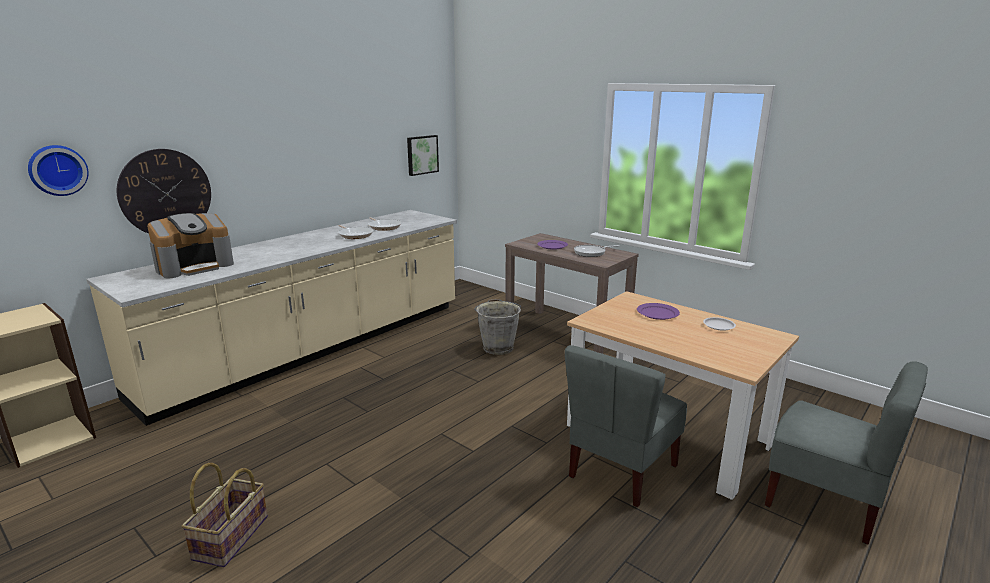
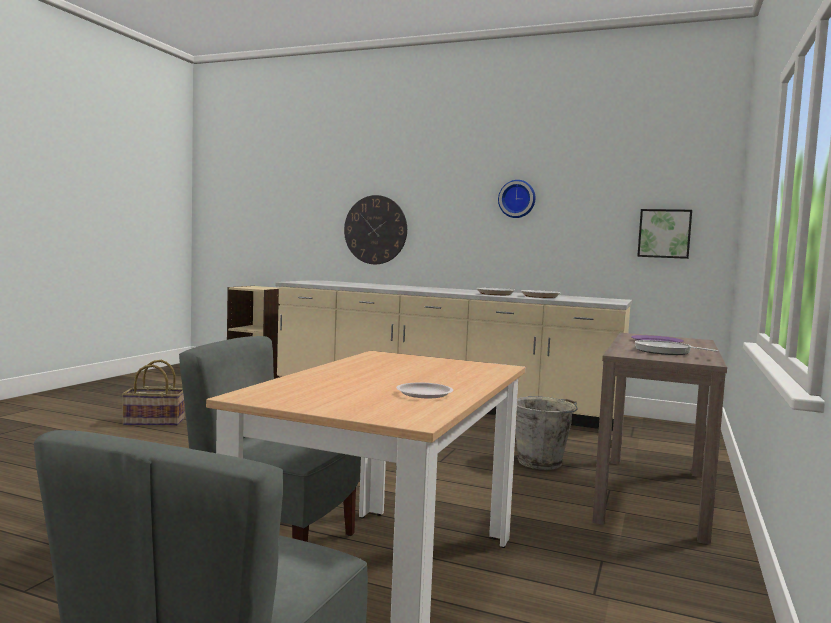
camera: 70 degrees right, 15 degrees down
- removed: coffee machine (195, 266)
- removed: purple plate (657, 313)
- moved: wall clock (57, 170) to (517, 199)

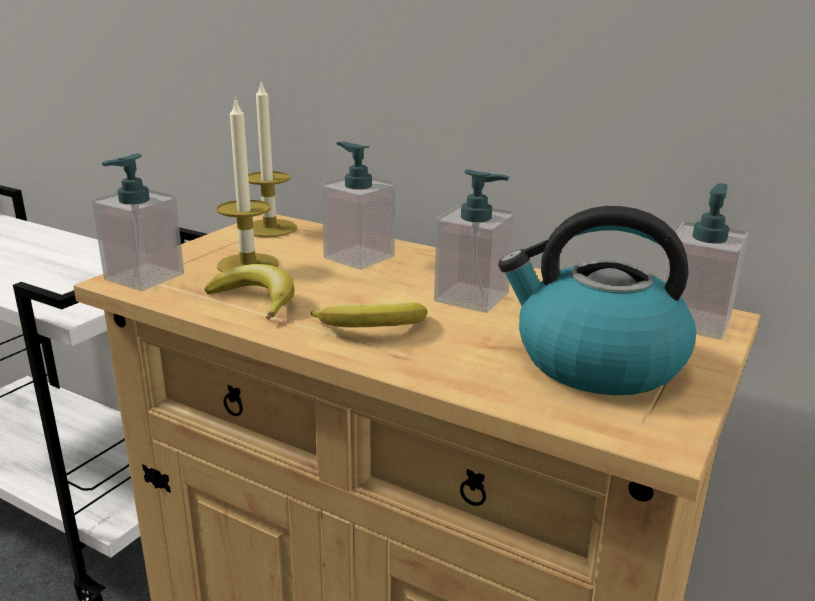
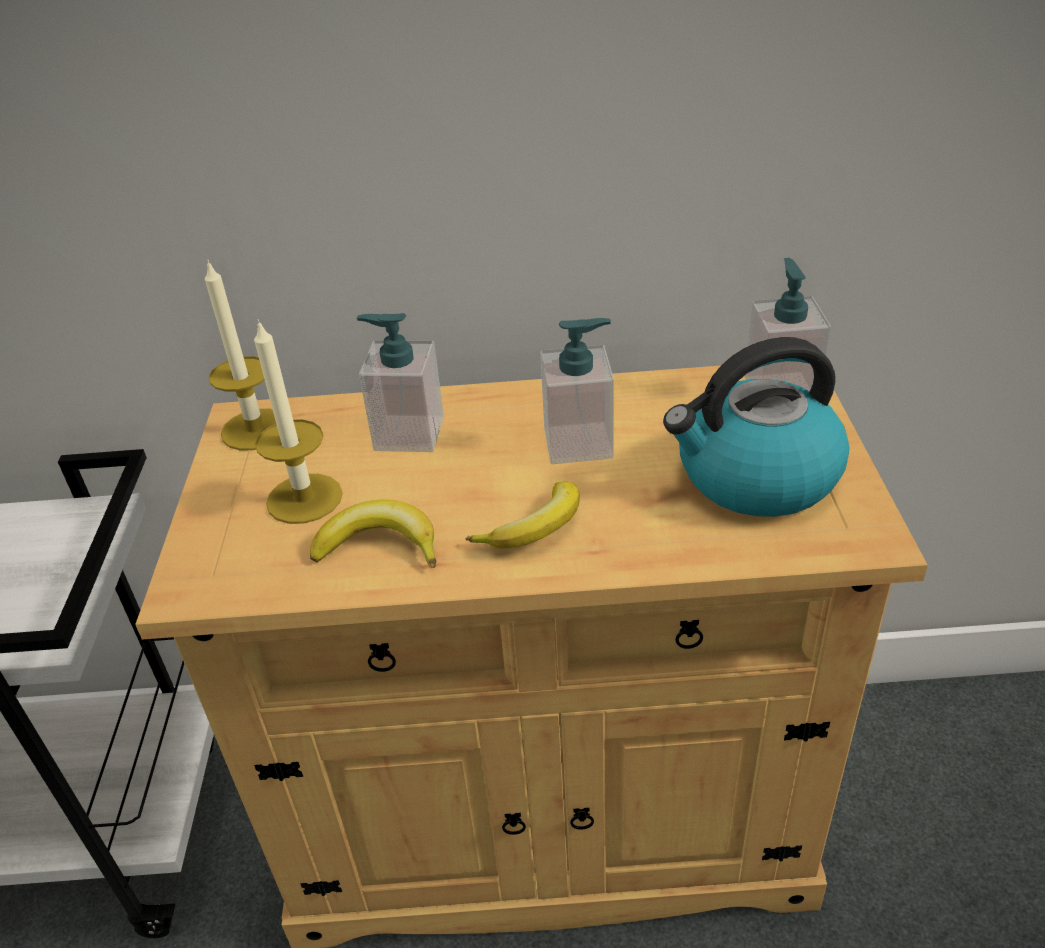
camera: 30 degrees left, 15 degrees up
- removed: soap dispenser (144, 277)

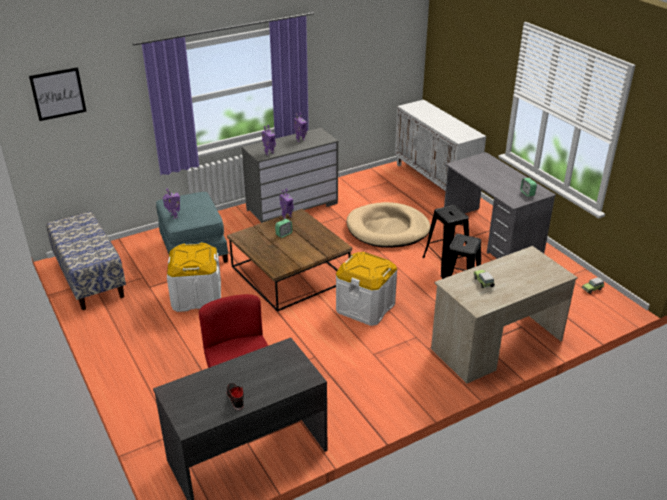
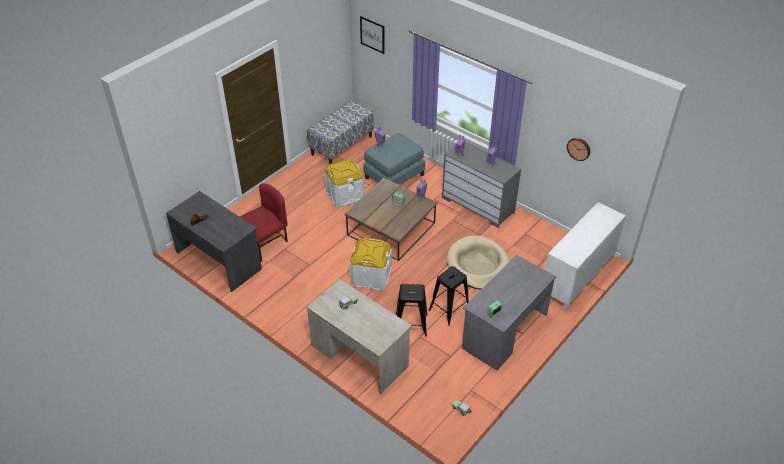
camera: 70 degrees right, 10 degrees up
- added: wall clock (579, 148)

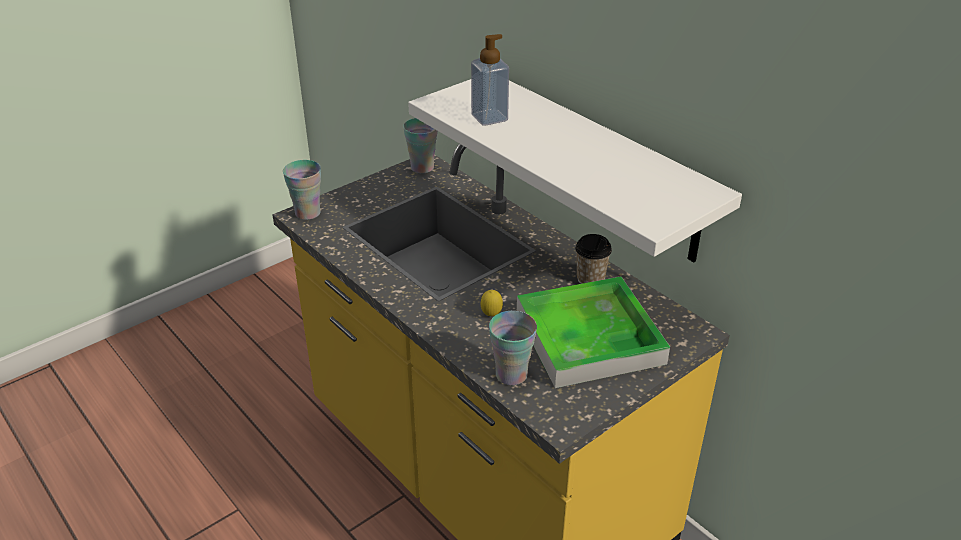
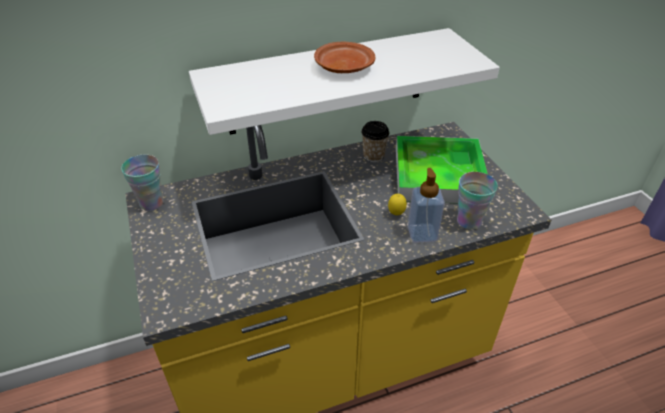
camera: 70 degrees left, 5 degrees up
- removed: cup (307, 213)
- added: brown plate (343, 67)
- moved: soap dispenser (489, 118) to (422, 233)

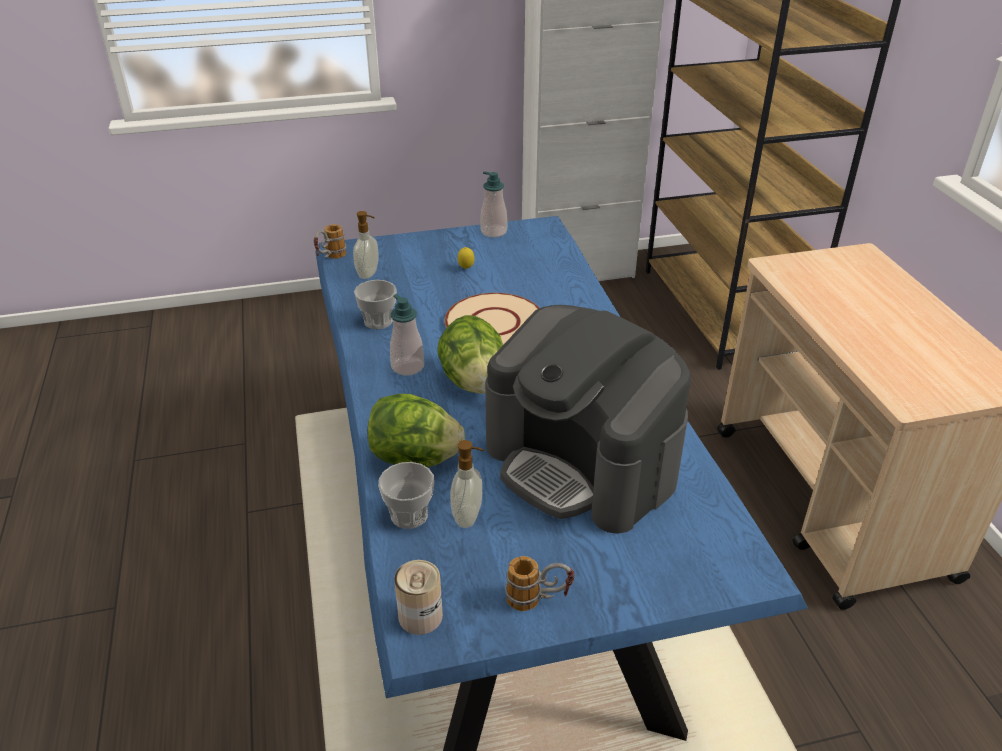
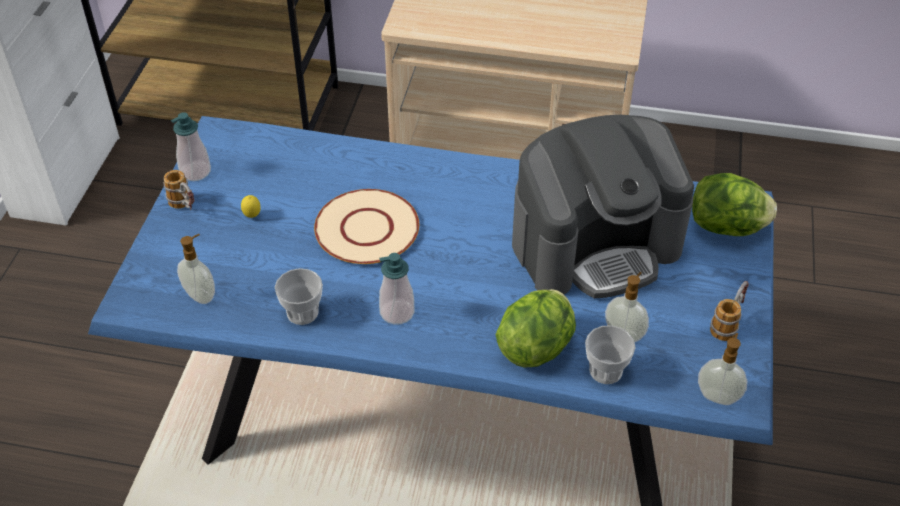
camera: 65 degrees left, 10 degrees up
- moved: mug (330, 258) to (185, 207)
- moved: lettuce (473, 381) to (727, 227)
- replaced: can (420, 616) to soap dispenser (718, 396)

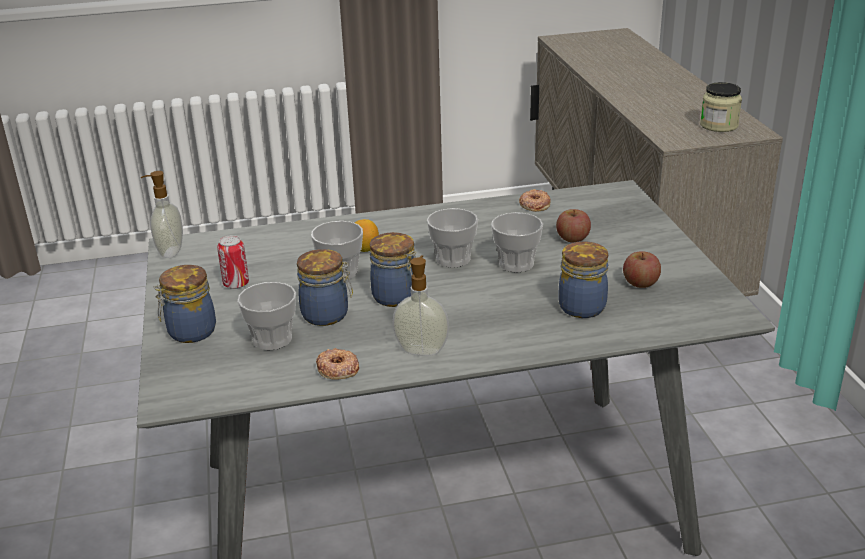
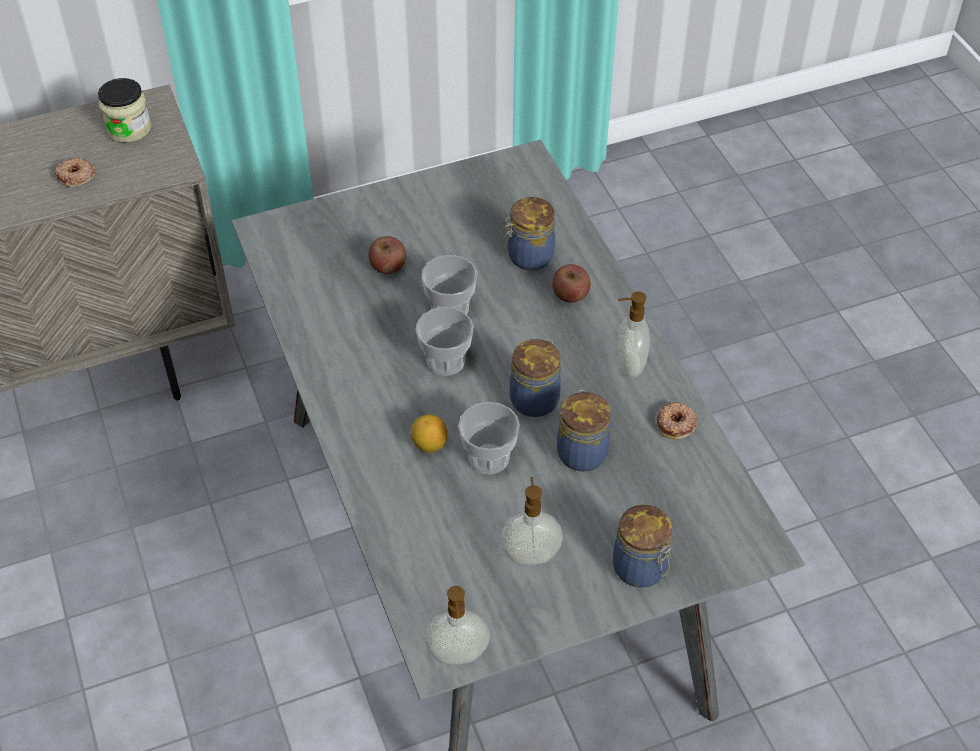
camera: 100 degrees left, 20 degrees up
- removed: cup (272, 339)
- moved: donut (534, 204) to (76, 176)
- moved: apple (640, 283) to (570, 294)
- replaced: can (236, 284) to soap dispenser (530, 554)

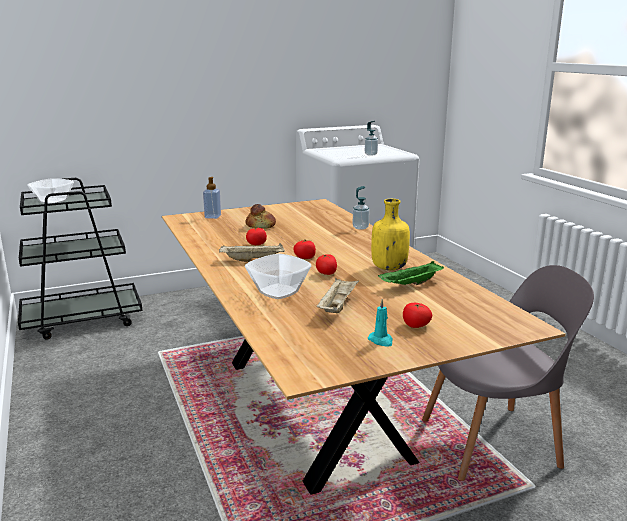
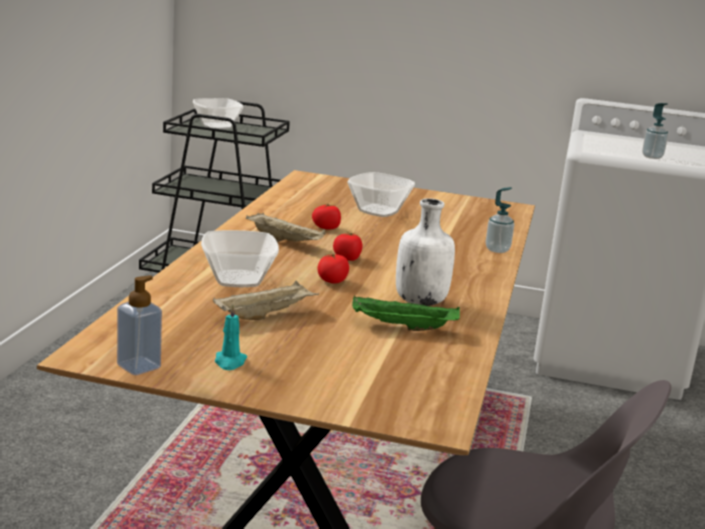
camera: 35 degrees right, 0 degrees up
- removed: tomato (415, 325)
- moved: soap dispenser (212, 217) to (138, 367)
- replaced: bread (261, 225) to bowl (378, 211)
- recoloured: yellow bottle (388, 268) to white bottle (420, 301)

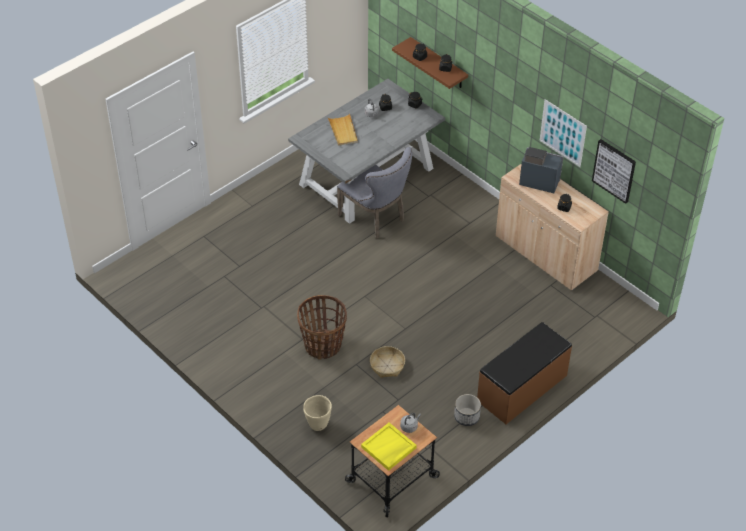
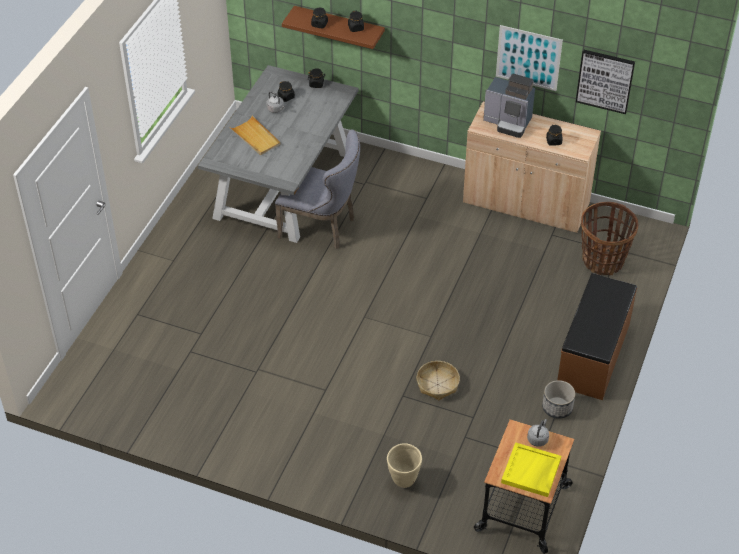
camera: 25 degrees left, 0 degrees up
- moved: basket (323, 345) to (603, 260)
- turned: coffee machine (538, 181) = (508, 122) 150 degrees counterclockwise

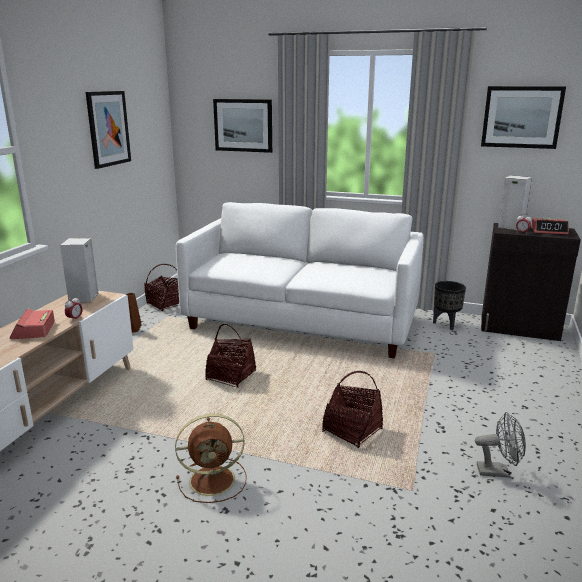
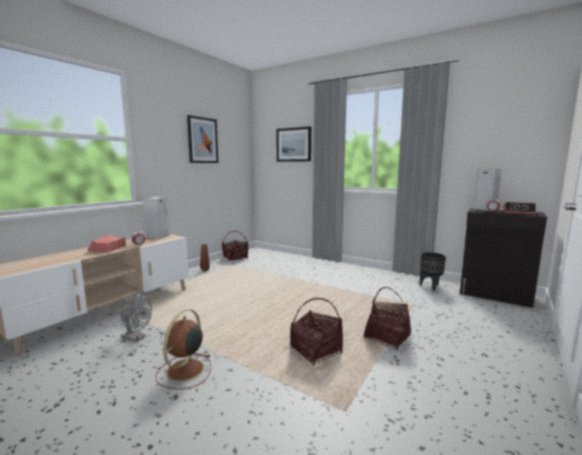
camera: 15 degrees right, 10 degrees down
- removed: white sofa (302, 322)
- removed: picture (521, 117)
- moved: basket (231, 375) to (387, 337)
- moved: grey fan (498, 471) to (136, 338)
- turned: brown fan (214, 480) = (184, 371) 105 degrees clockwise

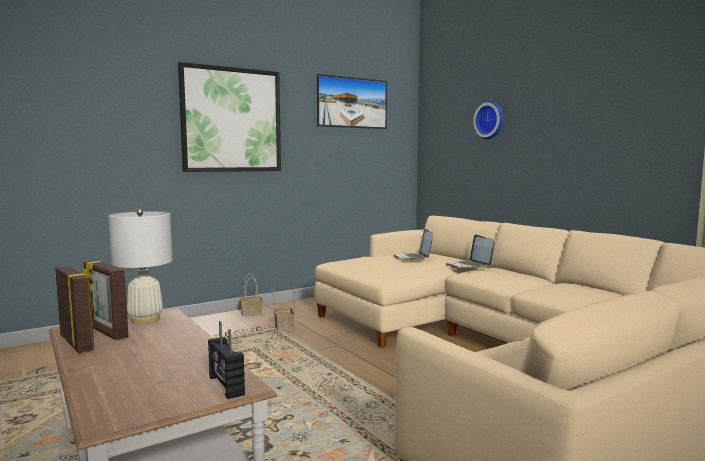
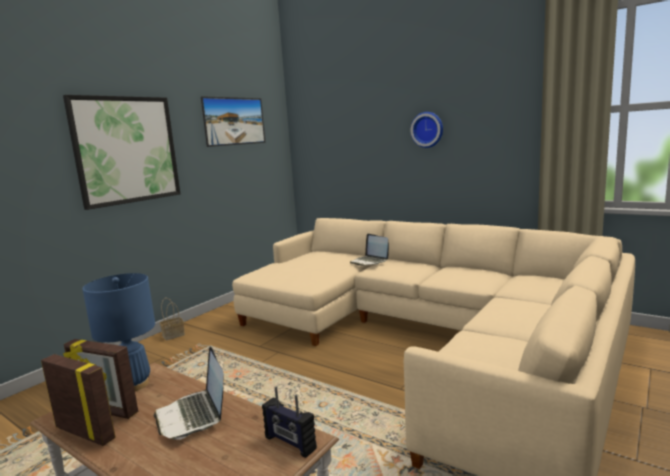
camera: 20 degrees left, 5 degrees up
- removed: basket (284, 327)
- moved: laptop (413, 258) to (193, 415)
- moved: wall clock (490, 120) to (427, 129)
- recoloured: white table lamp (145, 320) to blue table lamp (134, 385)

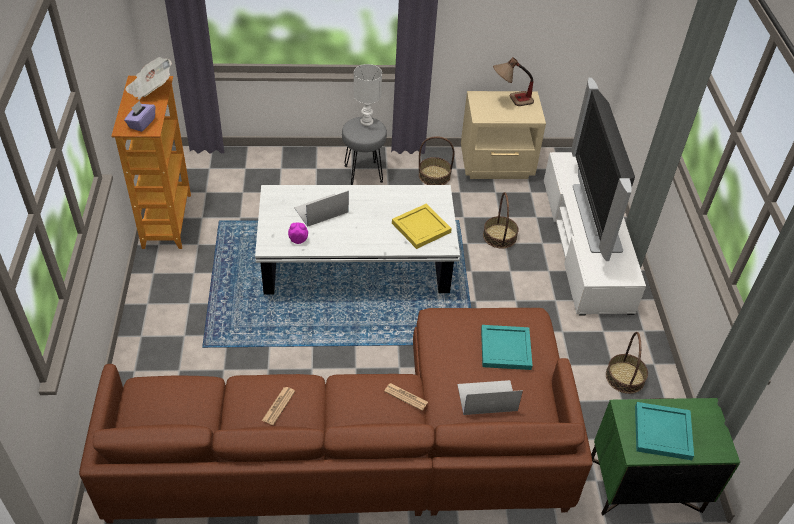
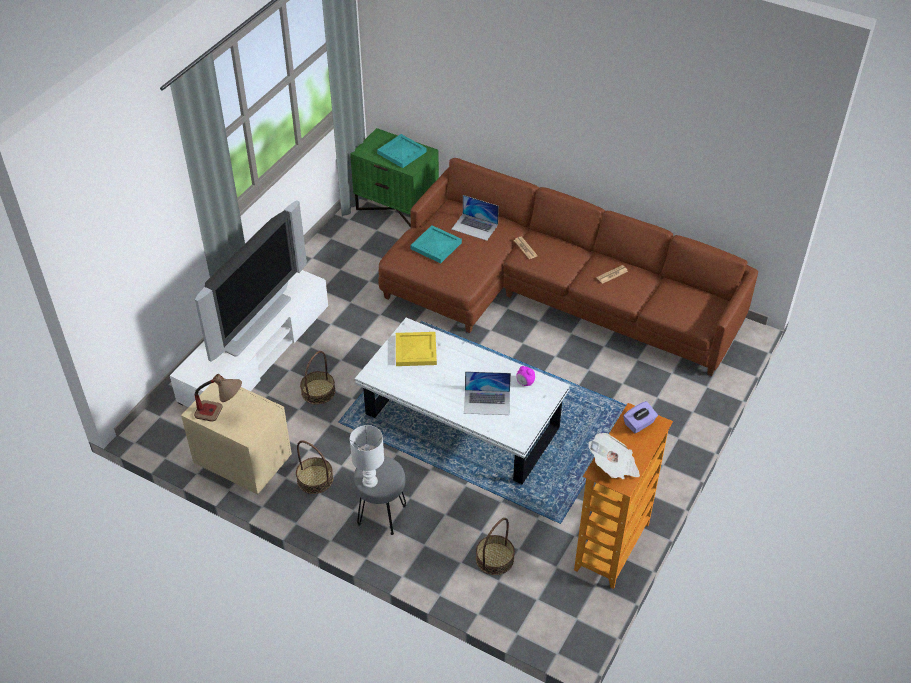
camera: 145 degrees left, 0 degrees up
- moved: basket (624, 377) to (495, 558)

